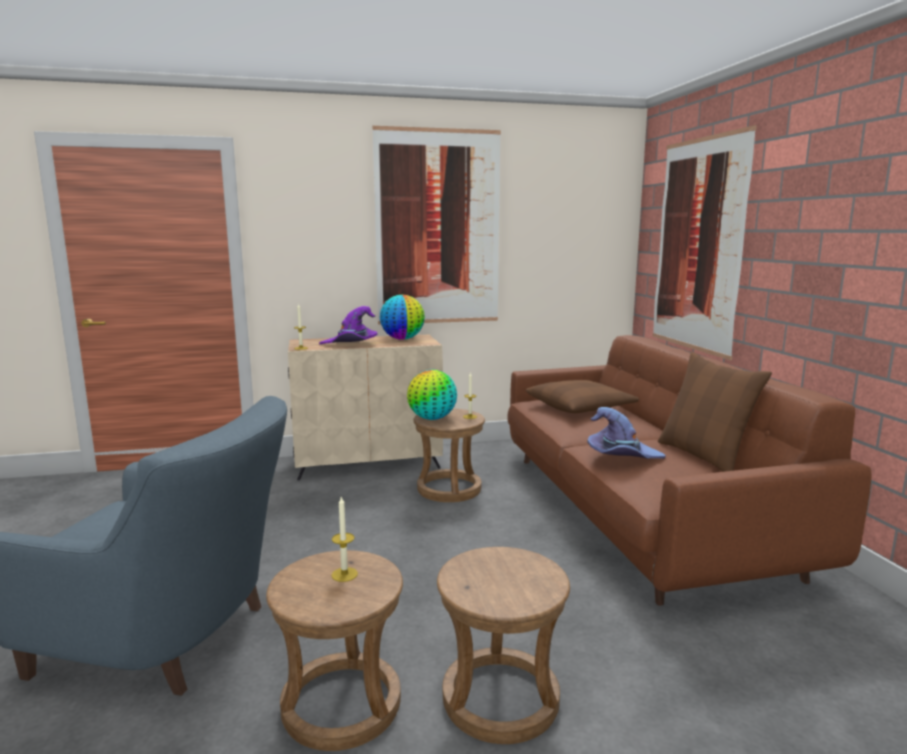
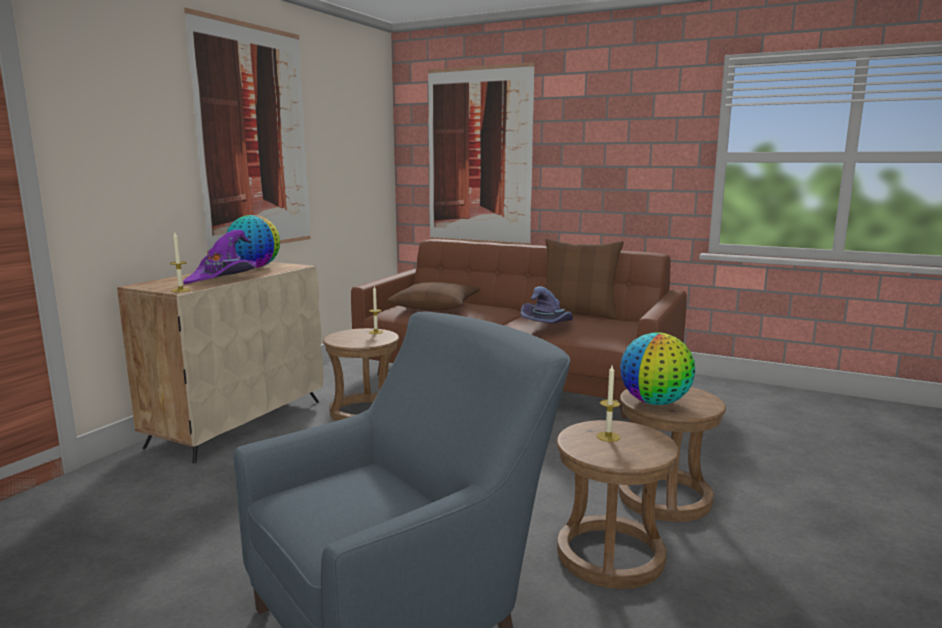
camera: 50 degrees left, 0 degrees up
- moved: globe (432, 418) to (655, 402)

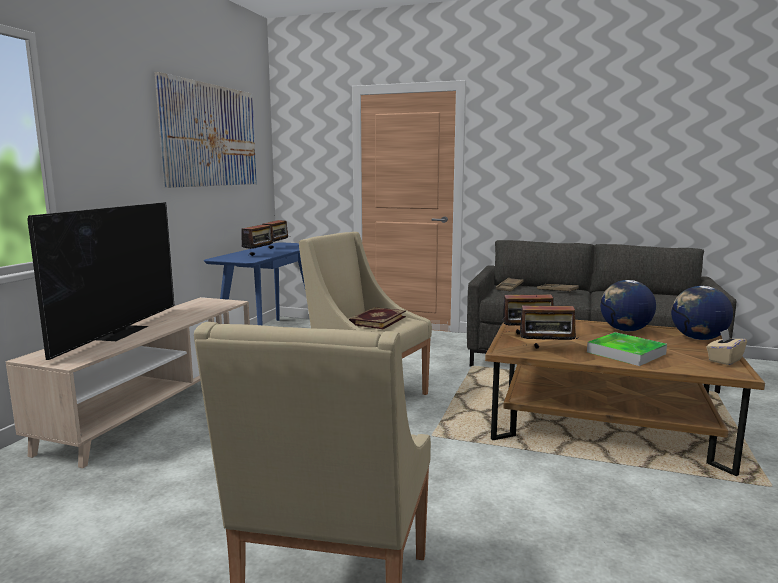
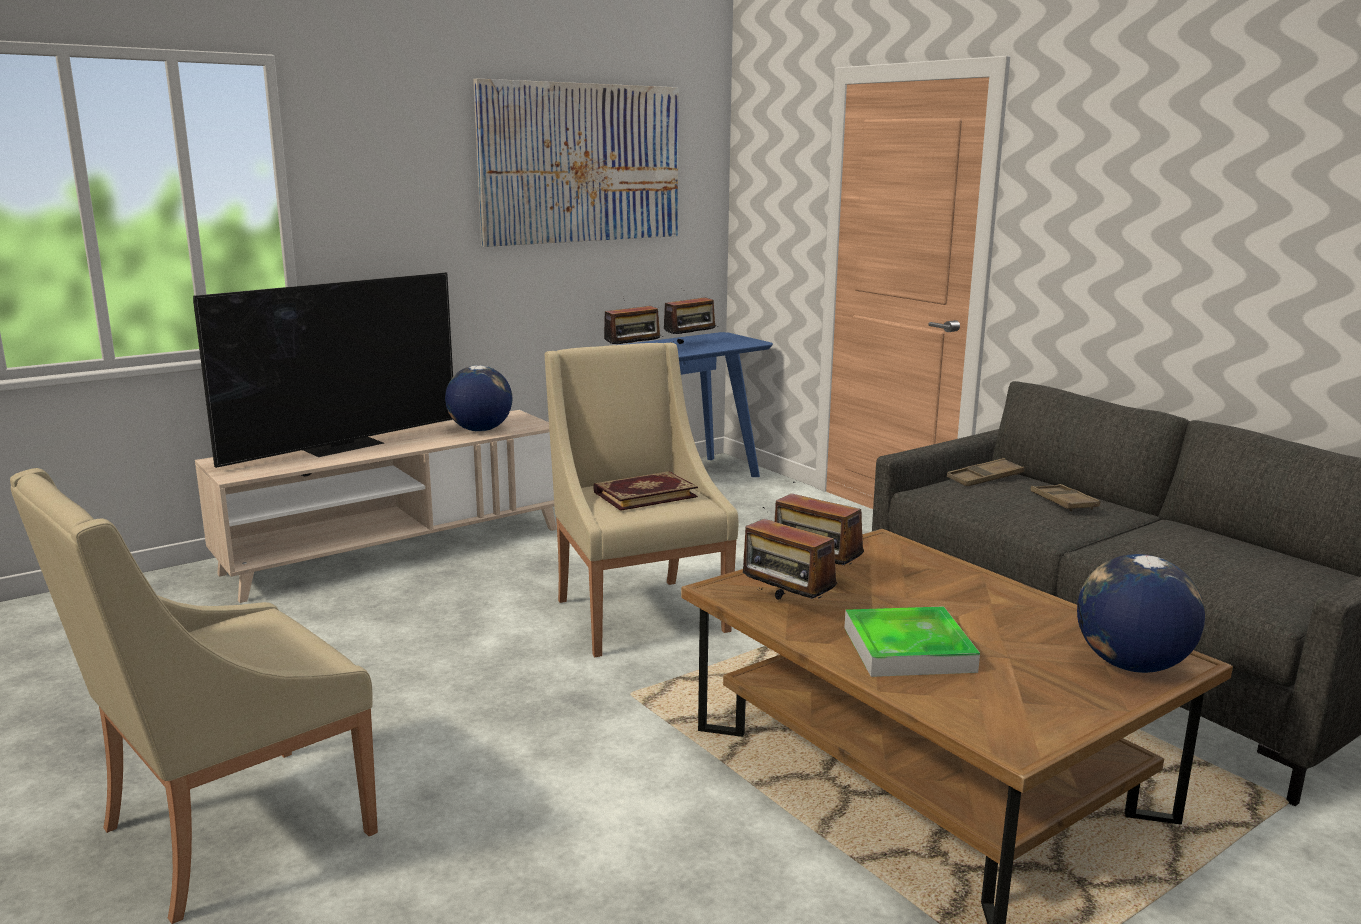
camera: 35 degrees right, 5 degrees up
- removed: beige tissue box (724, 360)
- moved: globe (625, 330) to (480, 430)

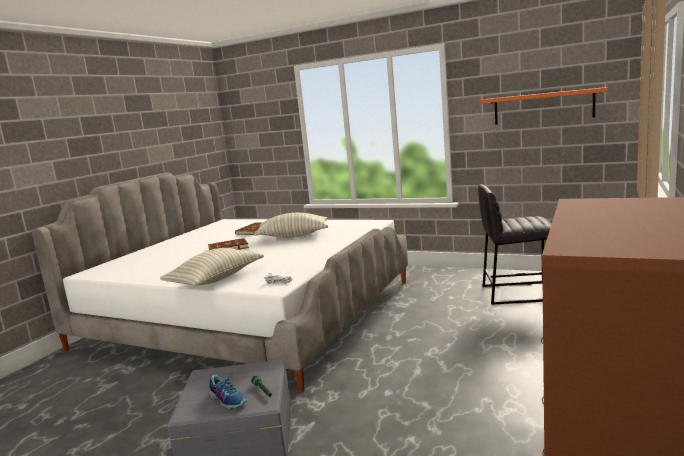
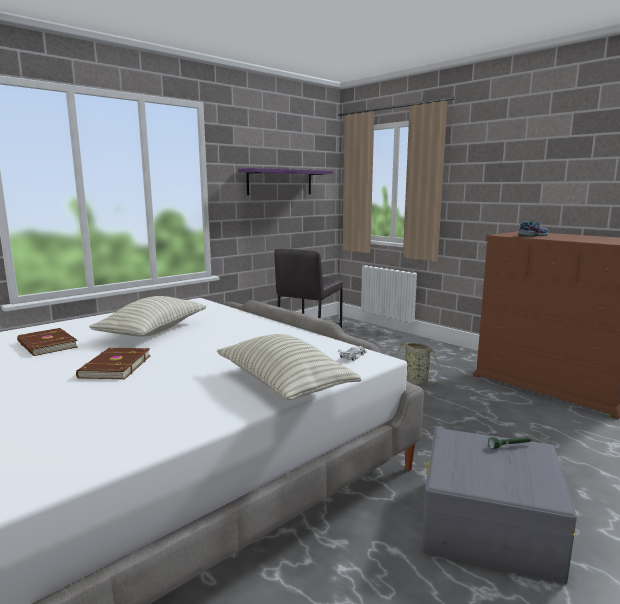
camera: 70 degrees left, 0 degrees up
- added: basket (417, 382)
- moved: shoe (228, 399) to (533, 235)
- recoloured: orange shelf (543, 107) to purple shelf (280, 182)

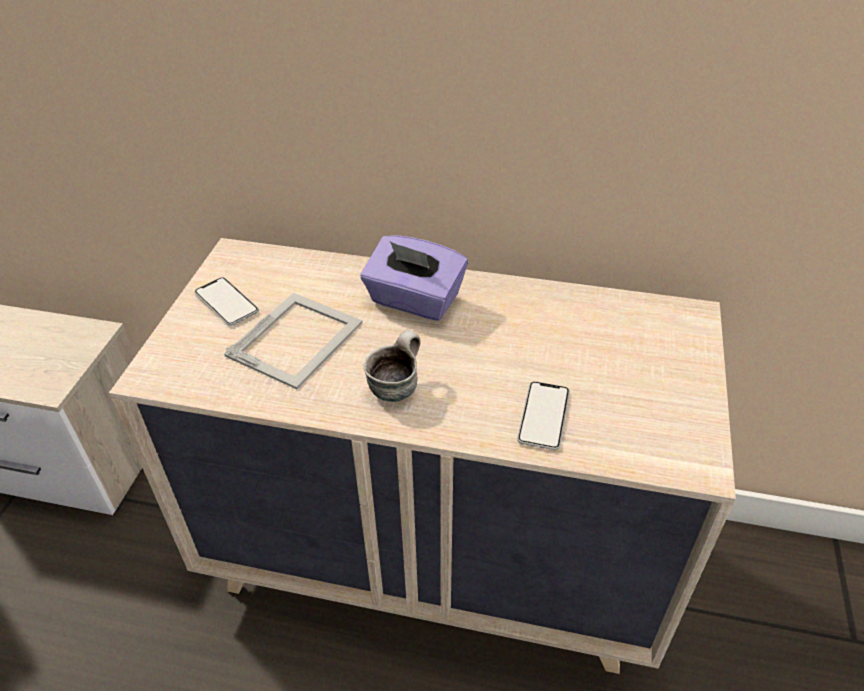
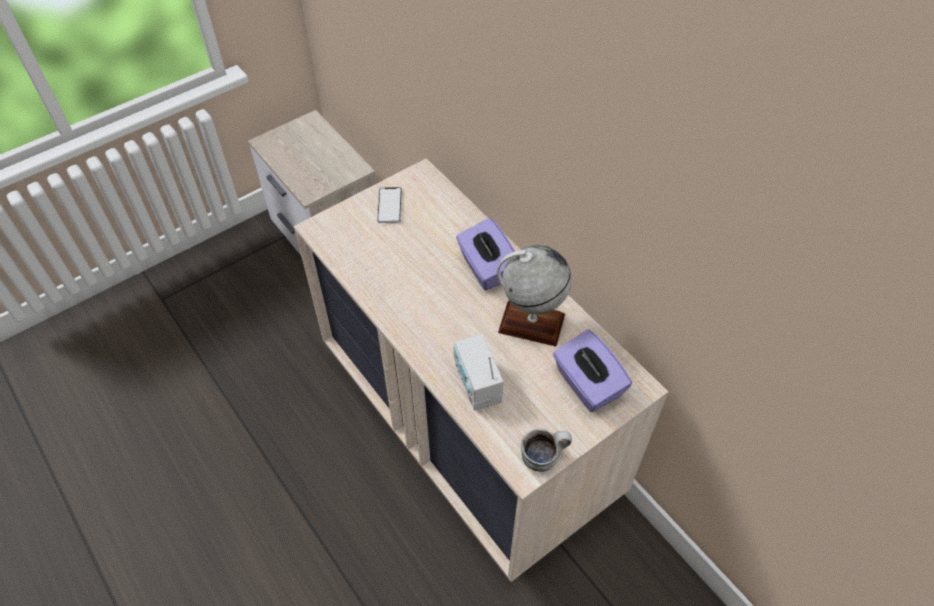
camera: 40 degrees right, 10 degrees up
- removed: picture frame (297, 338)
- added: globe (531, 323)
- added: purple tissue box (587, 384)
- moved: mug (395, 385) to (543, 456)
- replaced: phone (543, 416) to radio (477, 384)

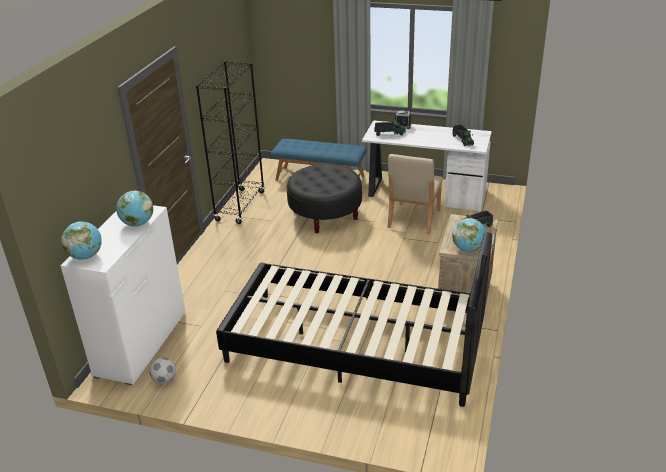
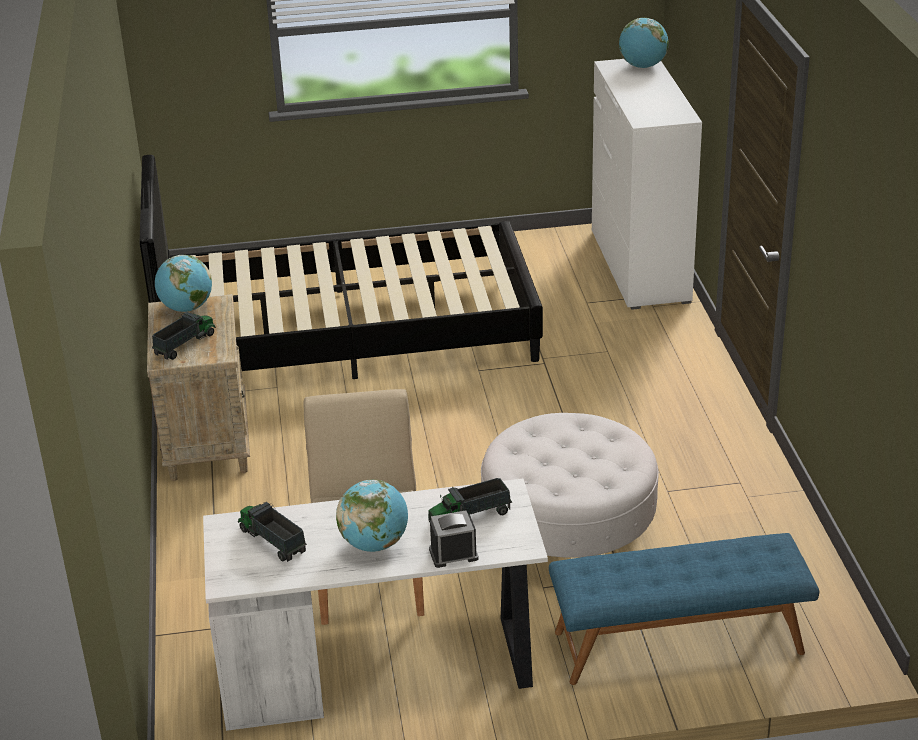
camera: 155 degrees right, 0 degrees up
- removed: football (164, 379)
- removed: black bookcase (240, 206)
- moved: globe (137, 224) to (374, 544)
- recoloured: black ottoman (325, 215) to white ottoman (568, 535)

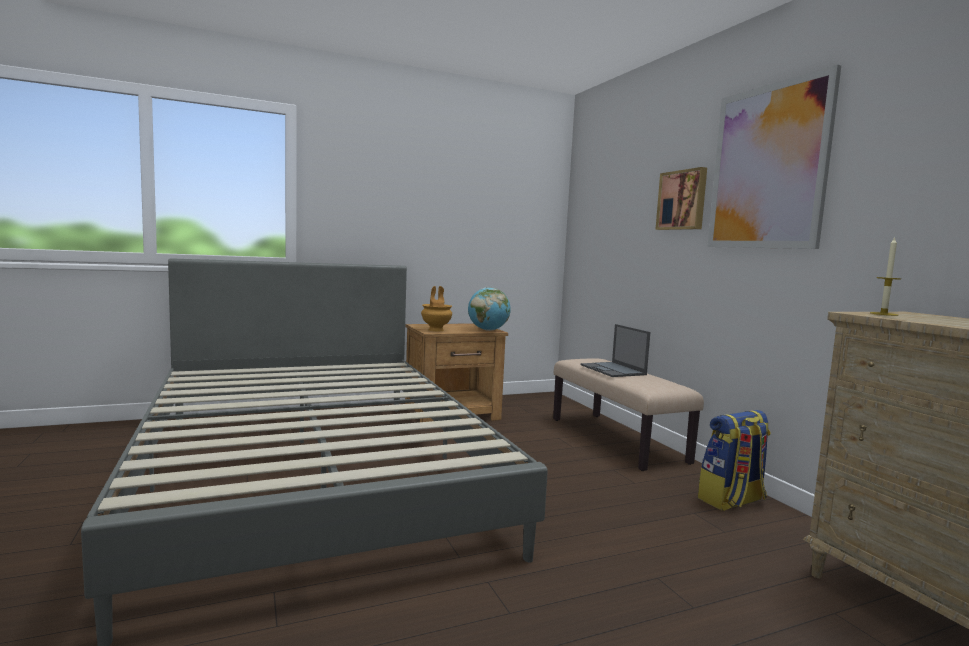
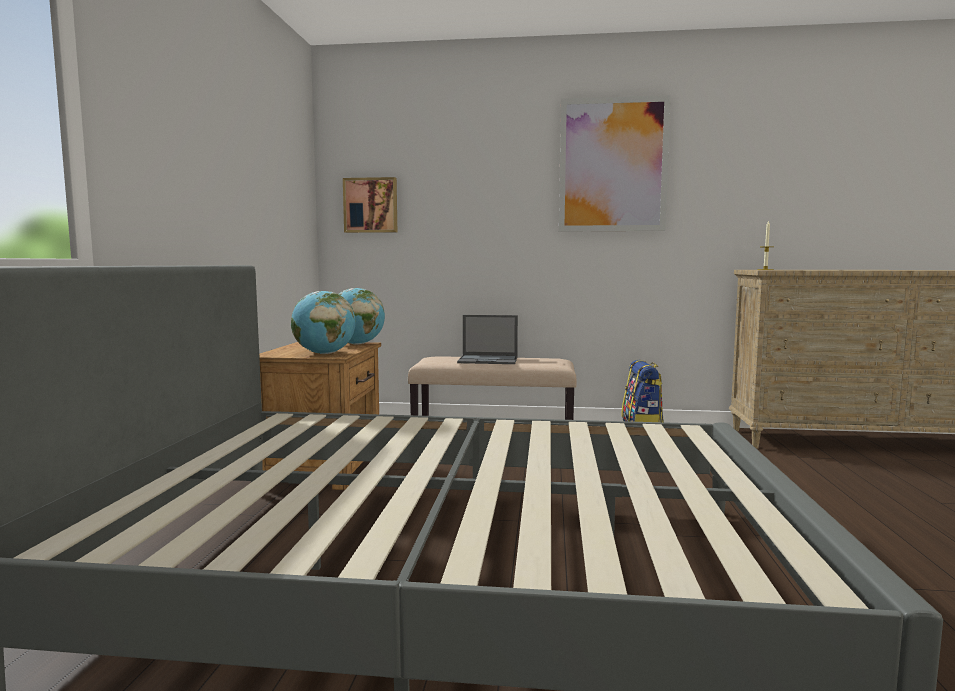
camera: 60 degrees left, 0 degrees up
- moved: picture (682, 200) to (371, 205)
- replaced: brown vase (436, 330) to globe (324, 353)

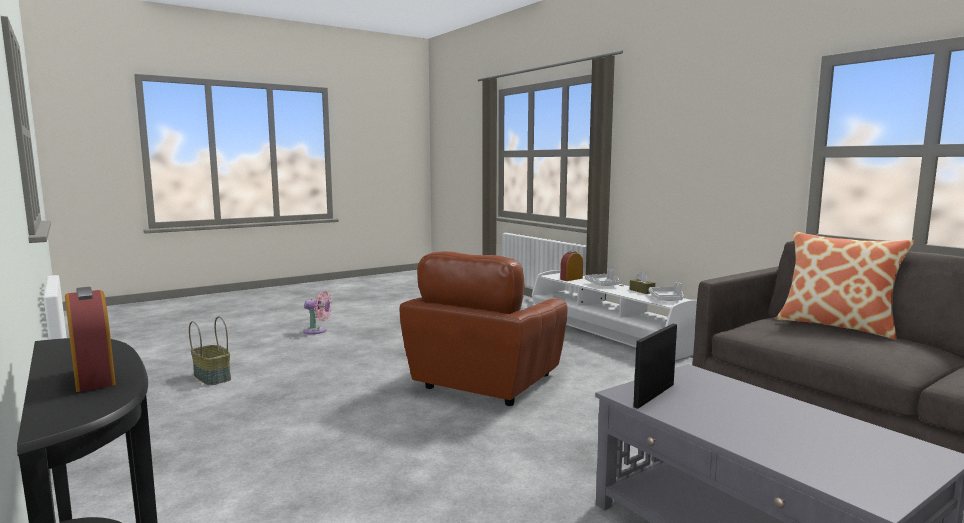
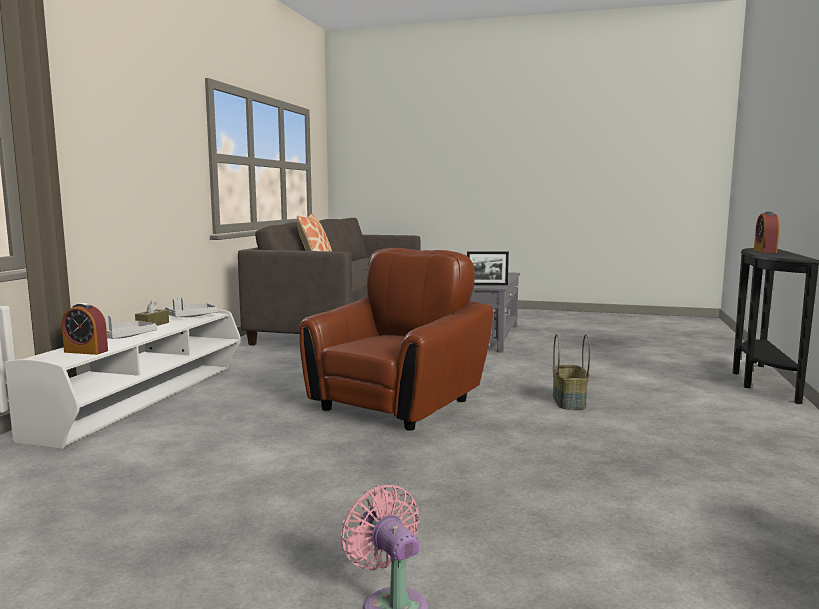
camera: 130 degrees left, 0 degrees up
- moved: basket (213, 377) to (568, 401)
- turned: brown armchair (487, 382) = (397, 404) 45 degrees counterclockwise

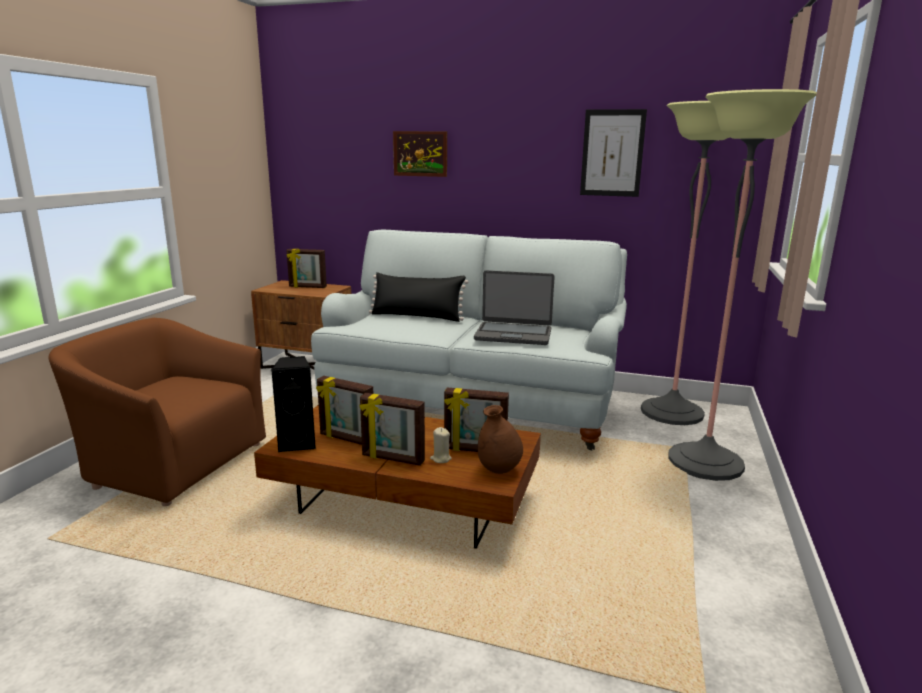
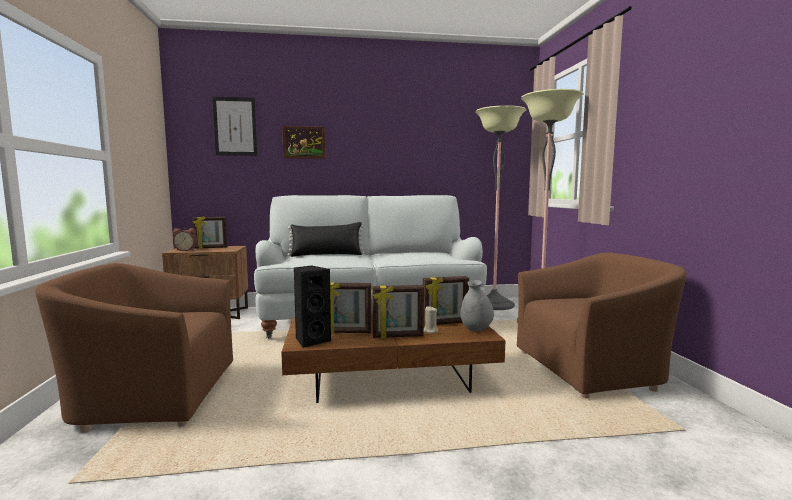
camera: 25 degrees left, 10 degrees down
- removed: laptop (513, 334)
- added: alarm clock (186, 250)
- added: brown armchair (590, 369)
- moved: picture (612, 153) to (235, 126)
- recoloured: brown vase (499, 470) to grey vase (476, 330)

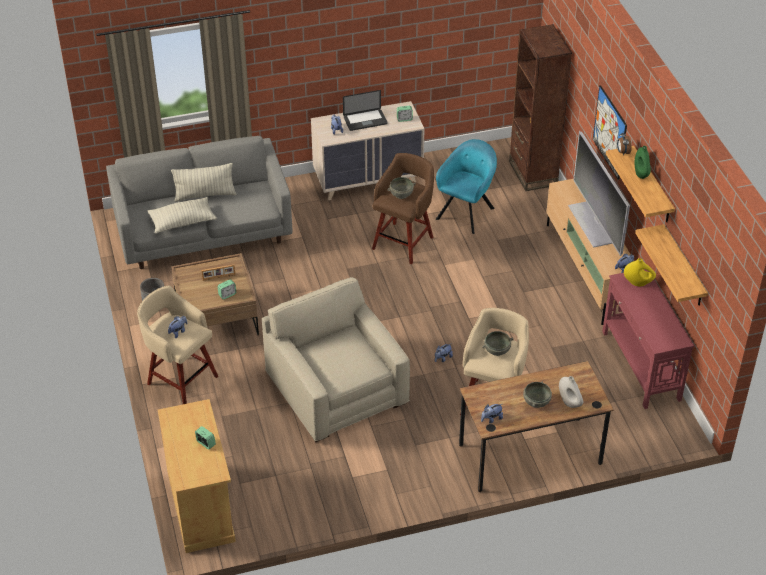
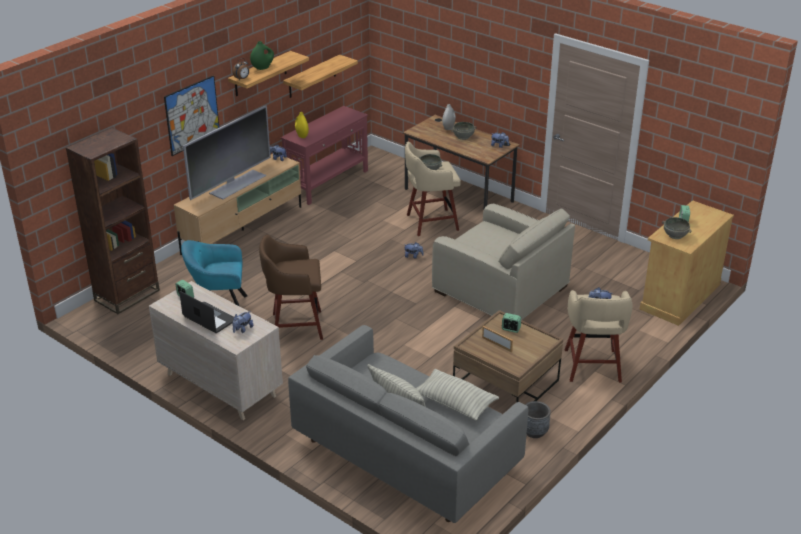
camera: 125 degrees left, 10 degrees down
- moved: grey bowl (401, 194) to (675, 235)
- turned: beige armchair (336, 388) = (501, 289) 75 degrees counterclockwise

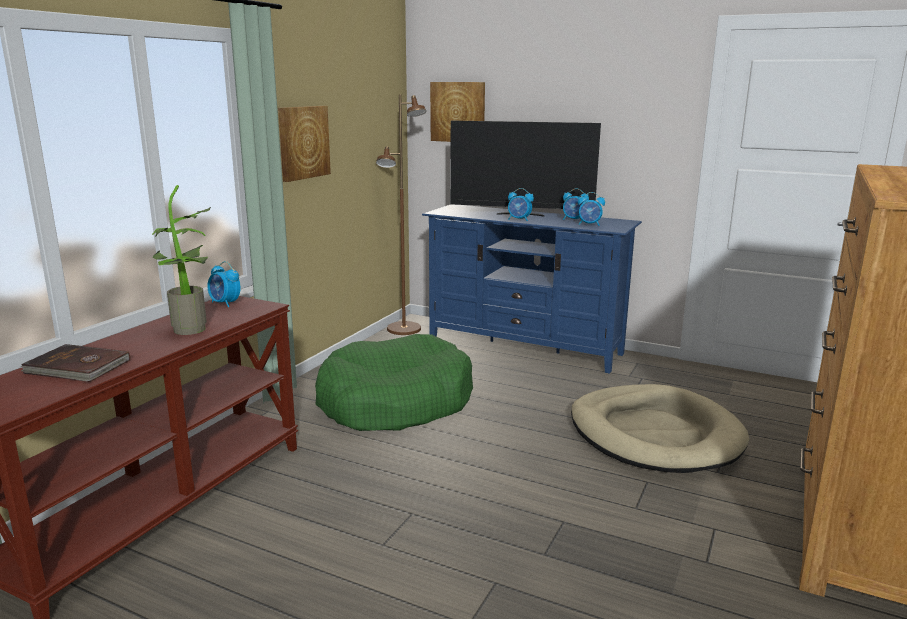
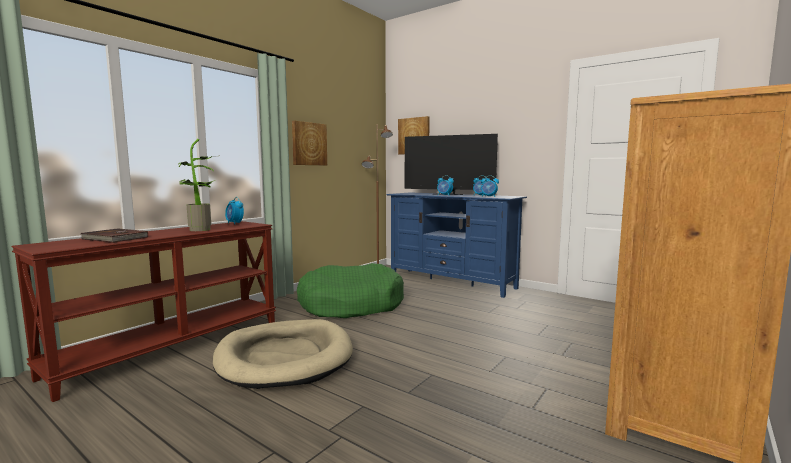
camera: 10 degrees right, 10 degrees down
- moved: beige dog bed (654, 434) to (285, 357)

